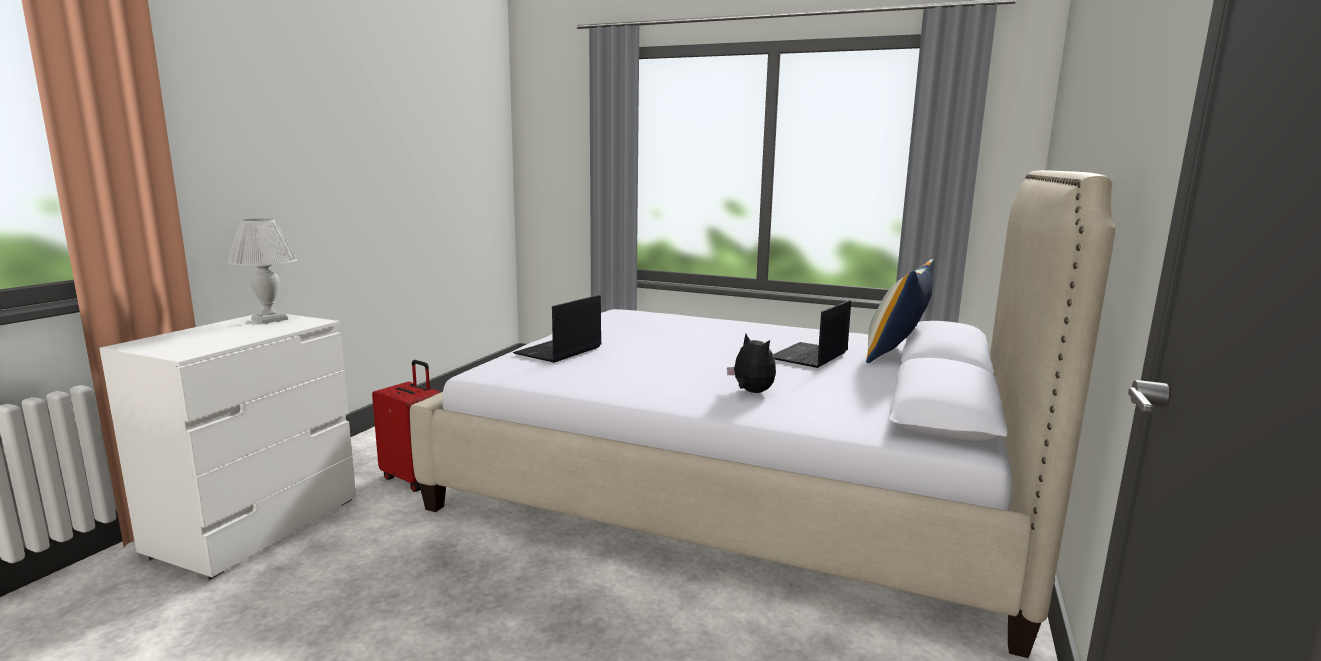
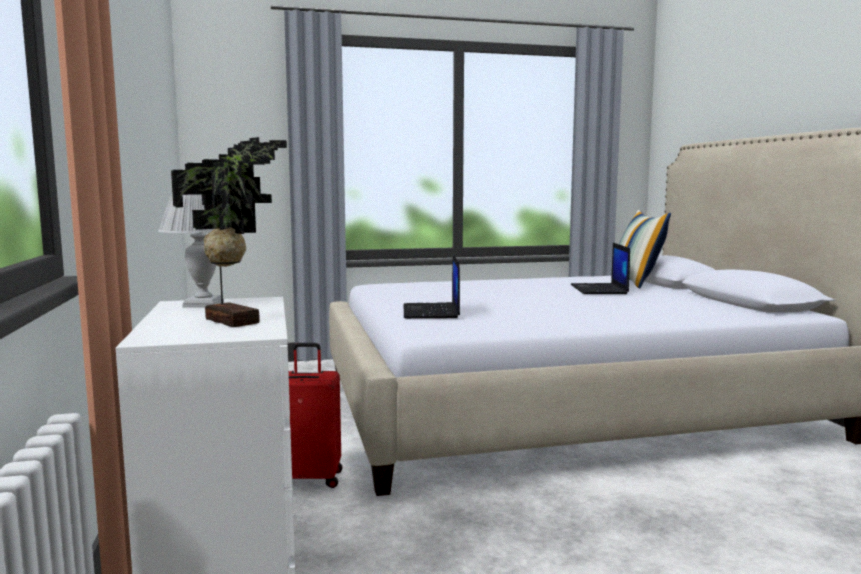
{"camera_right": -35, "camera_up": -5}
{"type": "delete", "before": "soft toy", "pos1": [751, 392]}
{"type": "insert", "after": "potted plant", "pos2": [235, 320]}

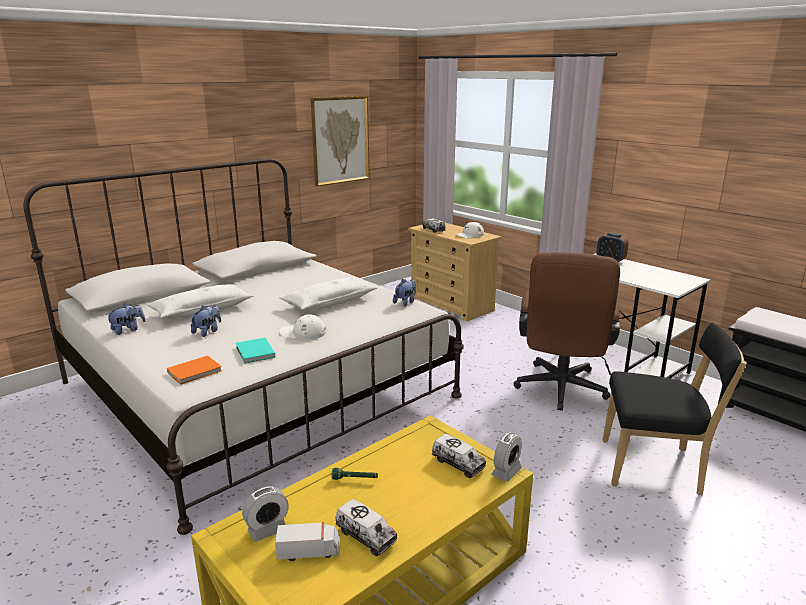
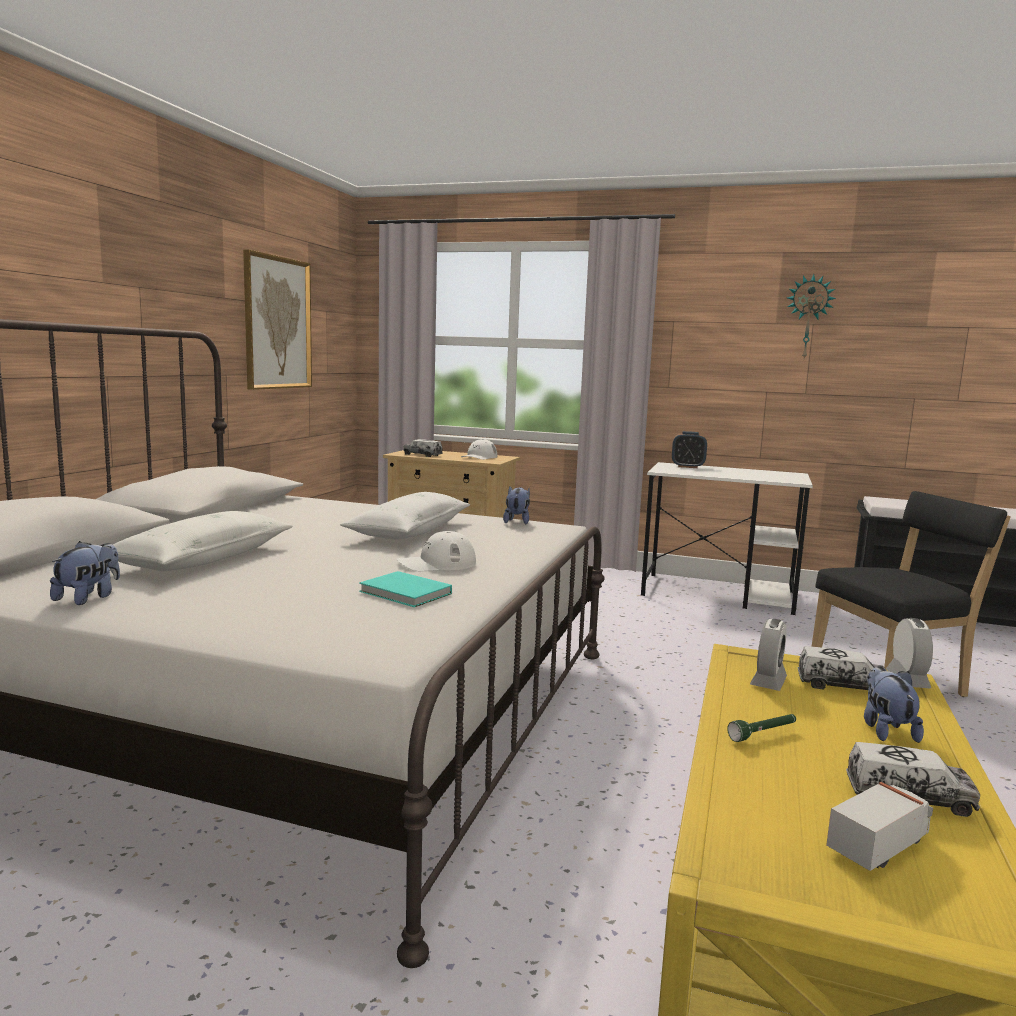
{"camera_right": -30, "camera_up": -10}
{"type": "delete", "before": "office chair (brown)", "pos1": [560, 391]}
{"type": "move", "before": "soft toy", "pos1": [207, 332], "pos2": [886, 730]}
{"type": "delete", "before": "book (orangey)", "pos1": [196, 372]}
{"type": "move", "before": "alarm clock", "pos1": [267, 530], "pos2": [768, 681]}
{"type": "insert", "after": "clock on the wall", "pos2": [808, 317]}

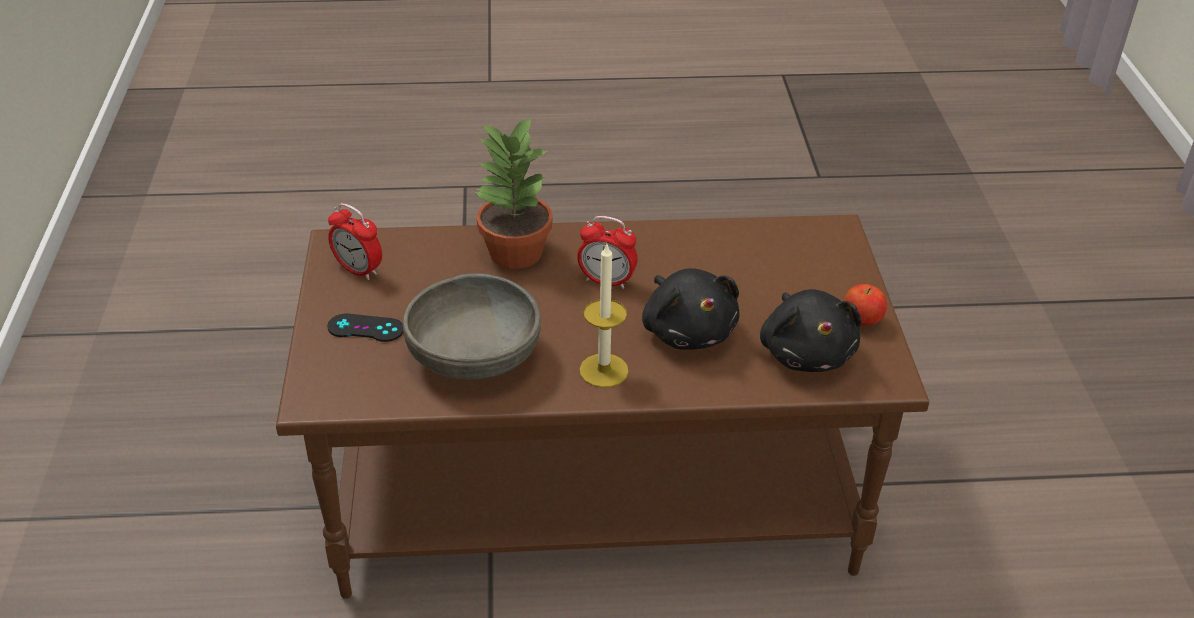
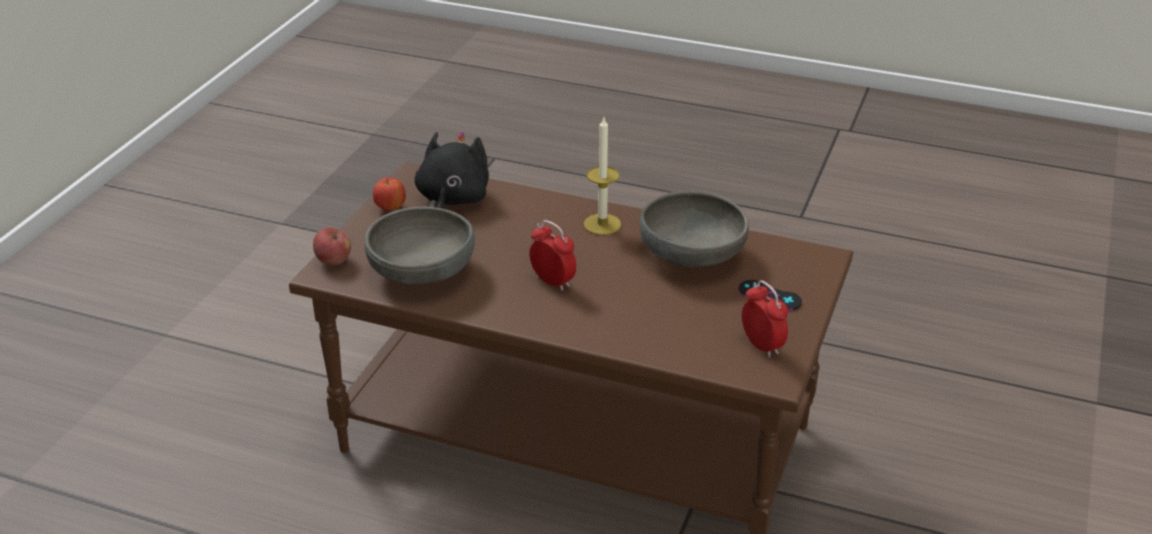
{"camera_right": -155, "camera_up": -5}
{"type": "delete", "before": "potted plant", "pos1": [514, 253]}
{"type": "delete", "before": "soft toy (black)", "pos1": [688, 331]}
{"type": "insert", "after": "serving bowl (gray)", "pos2": [422, 272]}
{"type": "insert", "after": "whole apple", "pos2": [333, 261]}

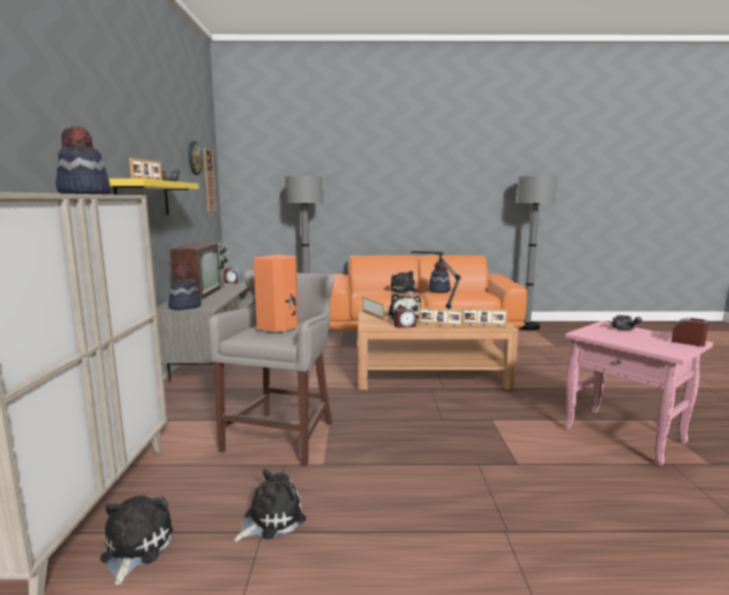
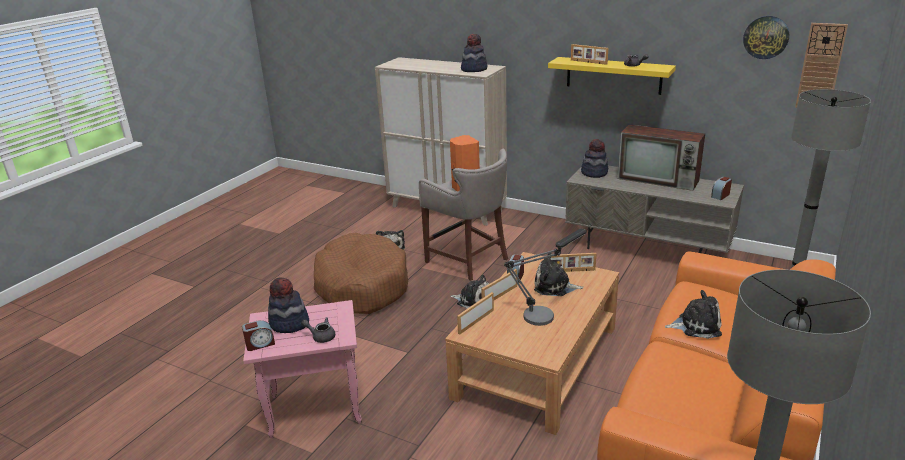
{"camera_right": 120, "camera_up": 15}
{"type": "move", "before": "wearable hat", "pos1": [439, 291], "pos2": [289, 324]}
{"type": "move", "before": "soft toy", "pos1": [135, 549], "pos2": [472, 300]}
{"type": "insert", "after": "dog bed (brown)", "pos2": [362, 286]}

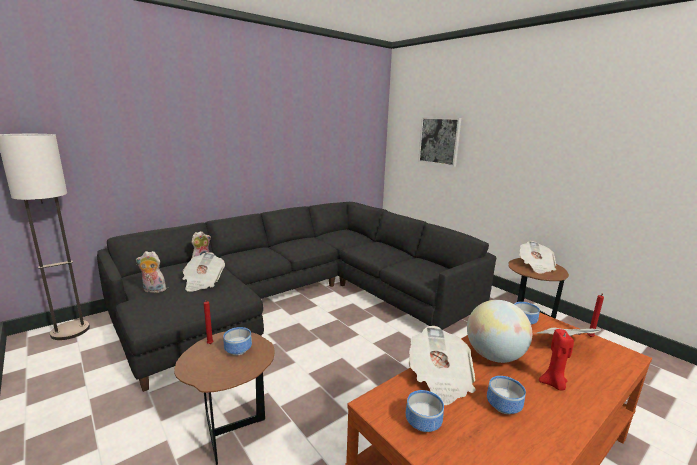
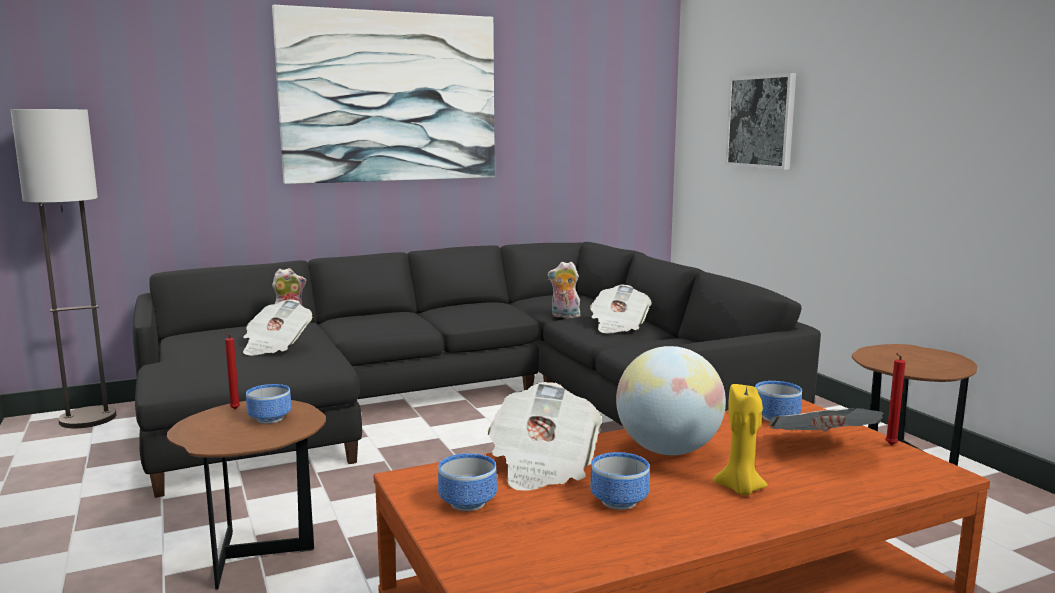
{"camera_right": 15, "camera_up": -5}
{"type": "move", "before": "newspaper", "pos1": [536, 266], "pos2": [618, 326]}
{"type": "move", "before": "soft toy", "pos1": [153, 290], "pos2": [564, 316]}
{"type": "recolor", "before": "wax light (reddish)", "after": "wax light (yellow-coloured)", "pos1": [553, 384], "pos2": [740, 489]}
{"type": "insert", "after": "wall picture", "pos2": [390, 97]}

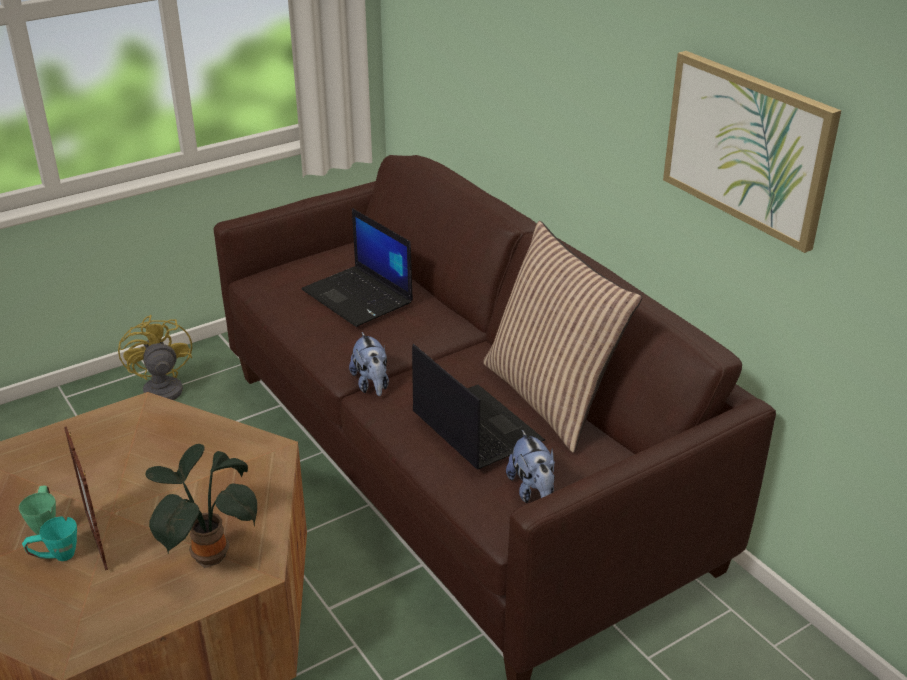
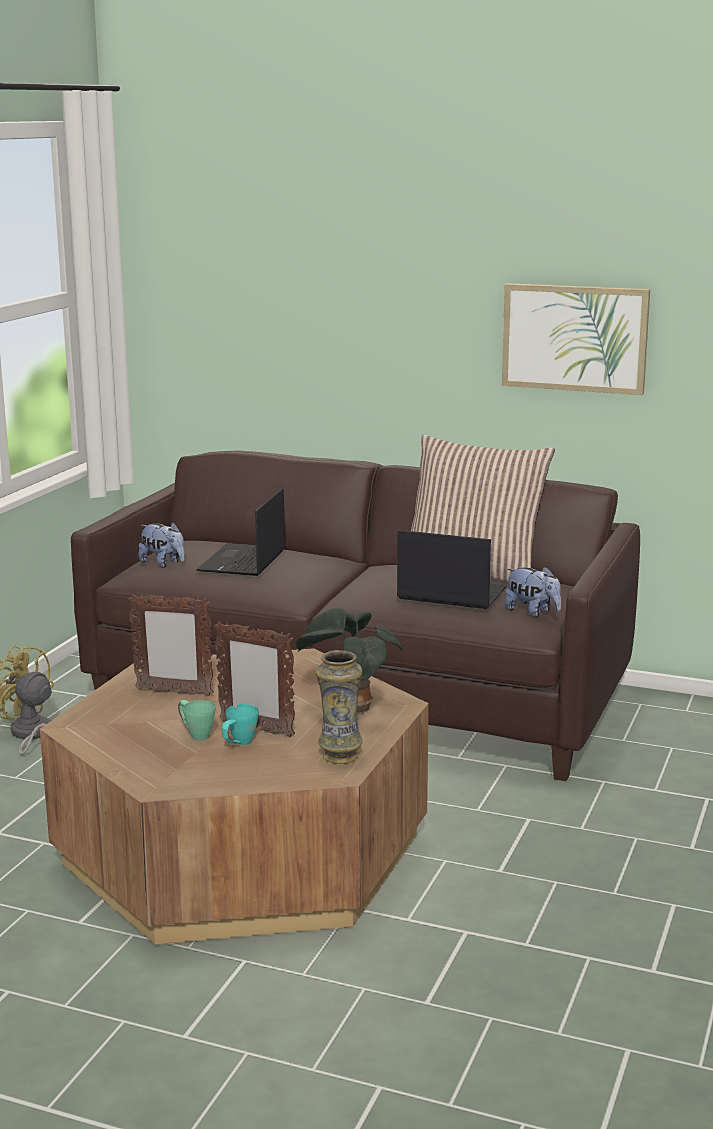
{"camera_right": -35, "camera_up": -15}
{"type": "rotate", "before": "portable computer", "pos1": [359, 297], "pos2": [243, 561], "turn": 90}
{"type": "move", "before": "soft toy", "pos1": [372, 384], "pos2": [163, 563]}
{"type": "insert", "after": "photo frame", "pos2": [173, 692]}
{"type": "insert", "after": "decorative vase", "pos2": [340, 756]}

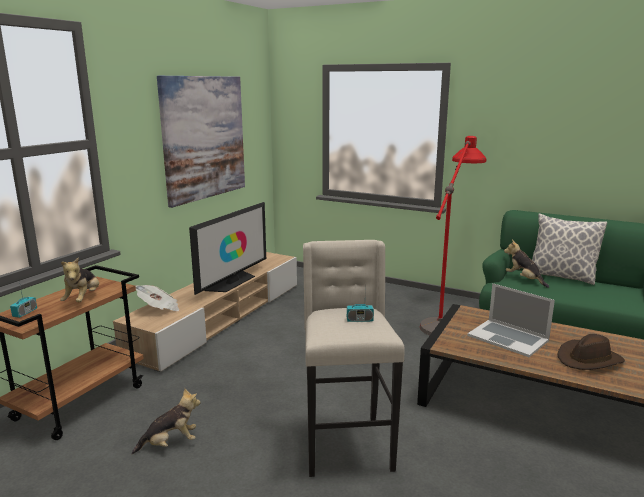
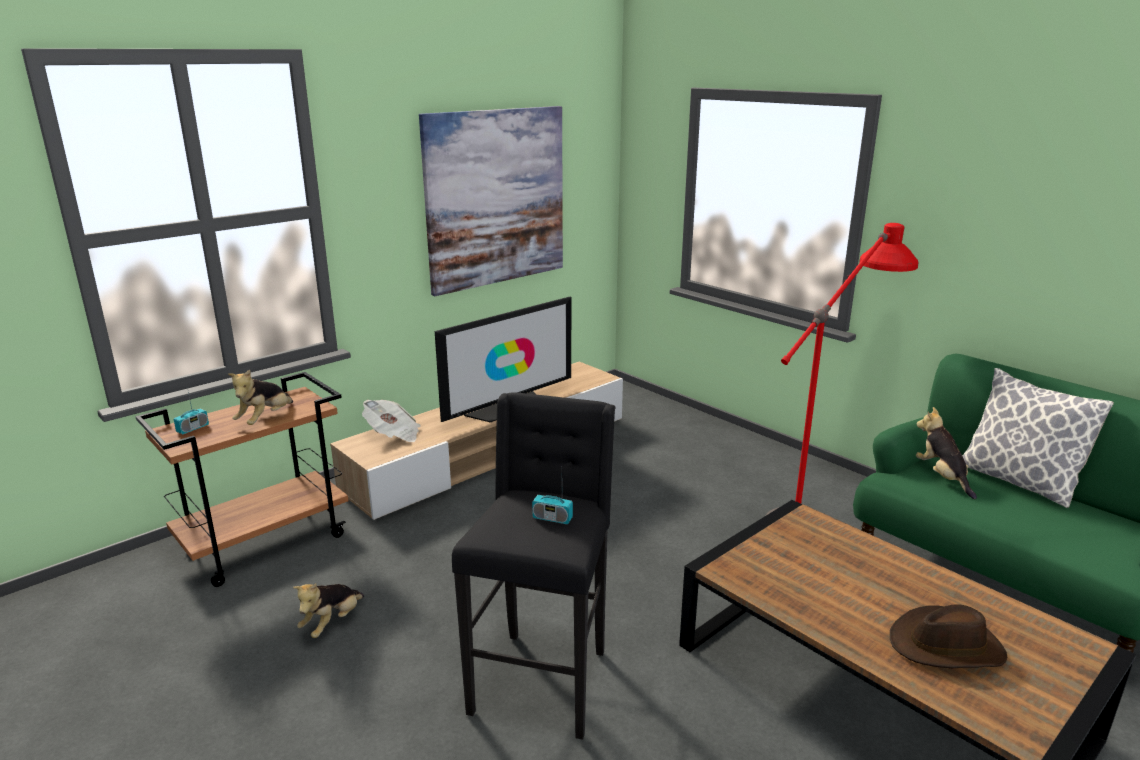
{"camera_right": 20, "camera_up": 5}
{"type": "recolor", "before": "sitting stool (beige)", "after": "sitting stool (black)", "pos1": [346, 444], "pos2": [542, 680]}
{"type": "delete", "before": "portable computer", "pos1": [508, 338]}
{"type": "rotate", "before": "soft toy", "pos1": [170, 443], "pos2": [332, 623], "turn": 120}

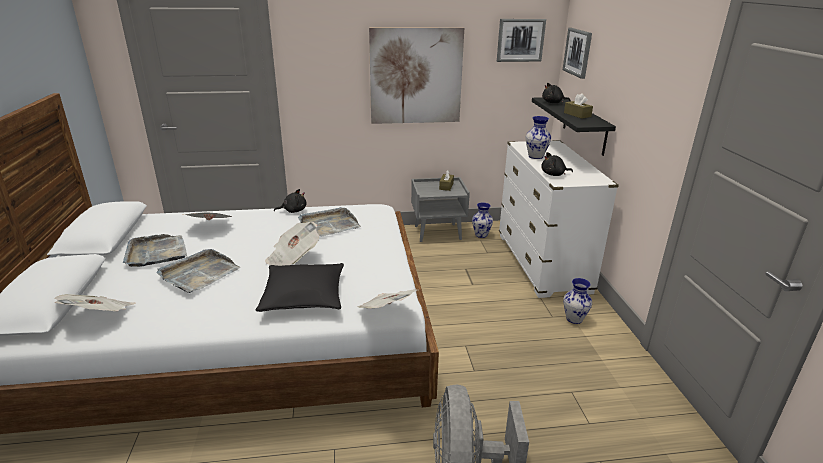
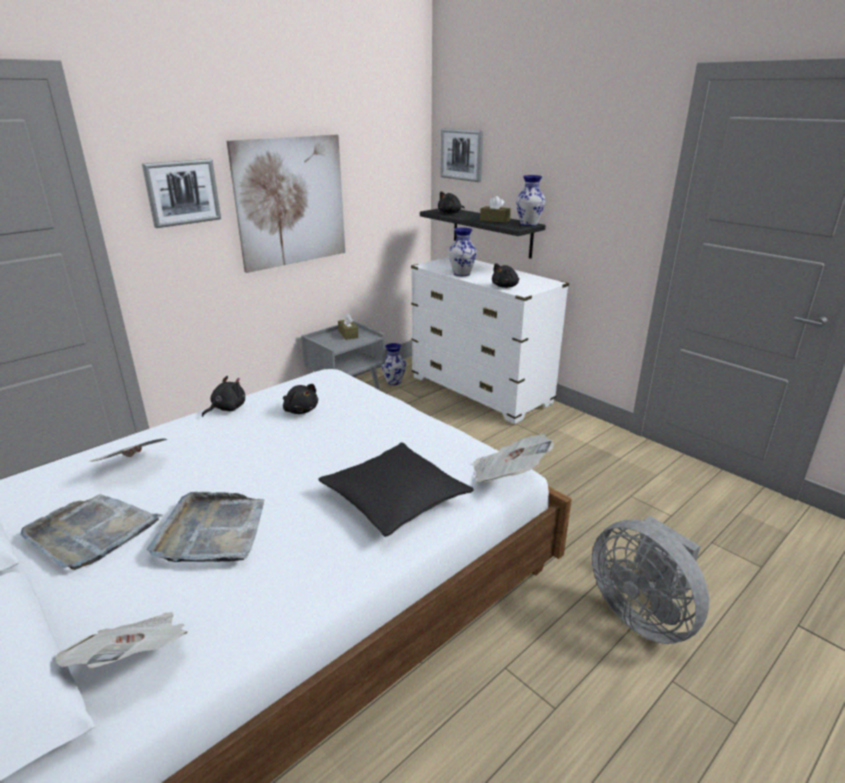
{"camera_right": -35, "camera_up": 0}
{"type": "move", "before": "wall picture", "pos1": [520, 40], "pos2": [182, 192]}
{"type": "replace", "before": "serving tray (gray)", "after": "soft toy (black)", "pos1": [328, 225], "pos2": [300, 410]}
{"type": "delete", "before": "newspaper", "pos1": [293, 257]}
{"type": "move", "before": "decorative vase", "pos1": [573, 319], "pos2": [528, 224]}

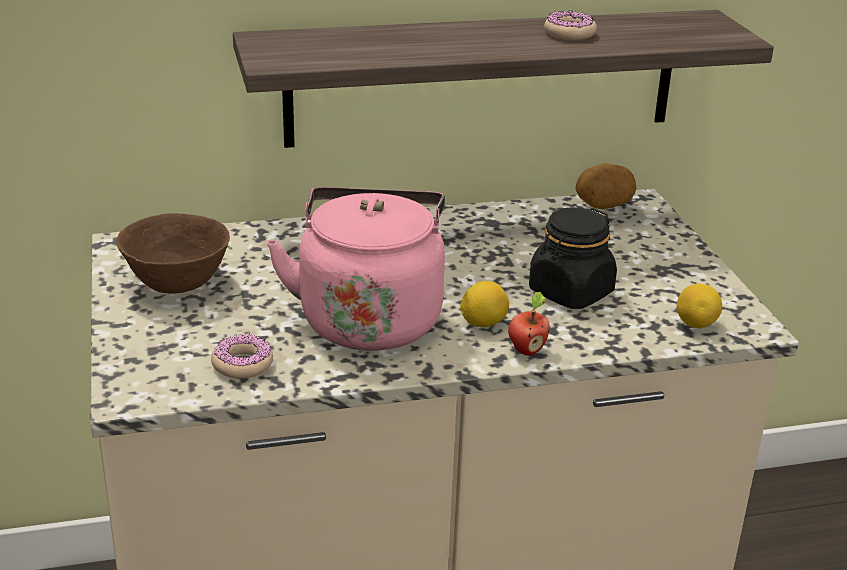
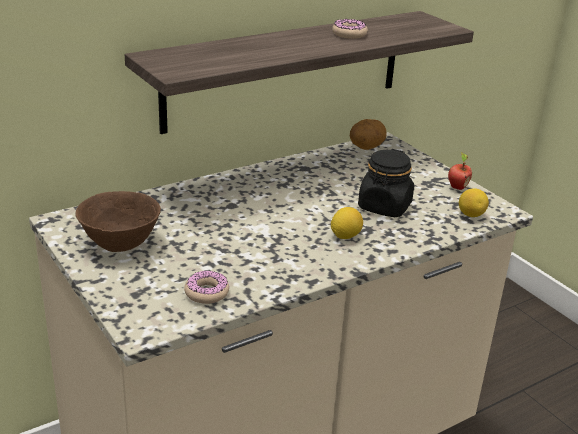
{"camera_right": -20, "camera_up": 0}
{"type": "delete", "before": "water kettle (pink-coloured)", "pos1": [370, 318]}
{"type": "move", "before": "whole apple", "pos1": [527, 350], "pos2": [457, 187]}

